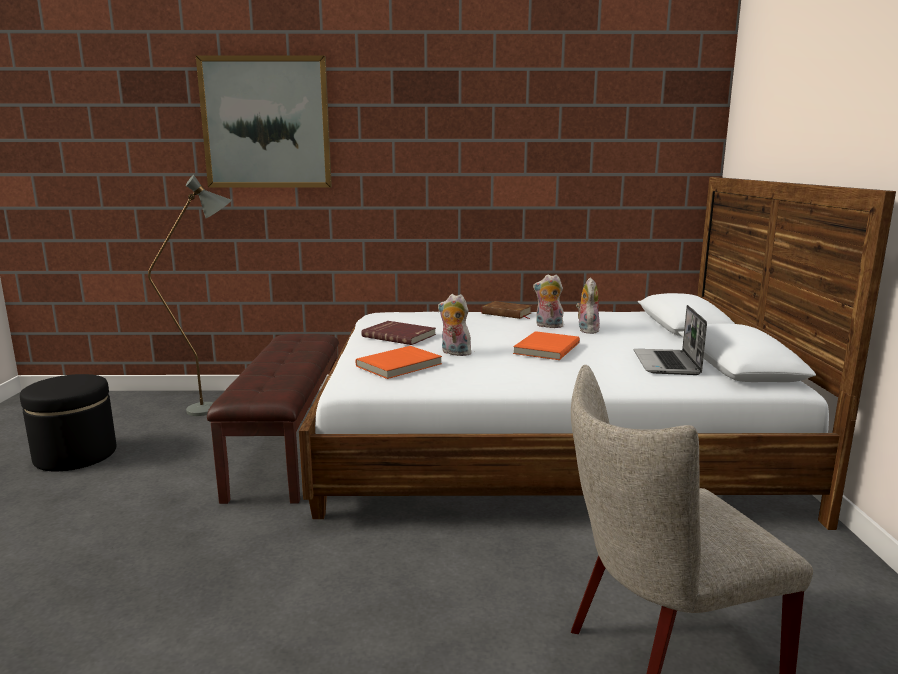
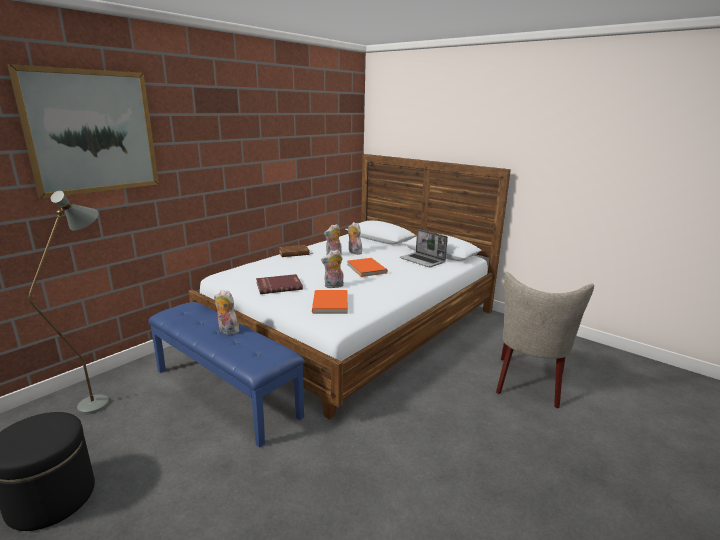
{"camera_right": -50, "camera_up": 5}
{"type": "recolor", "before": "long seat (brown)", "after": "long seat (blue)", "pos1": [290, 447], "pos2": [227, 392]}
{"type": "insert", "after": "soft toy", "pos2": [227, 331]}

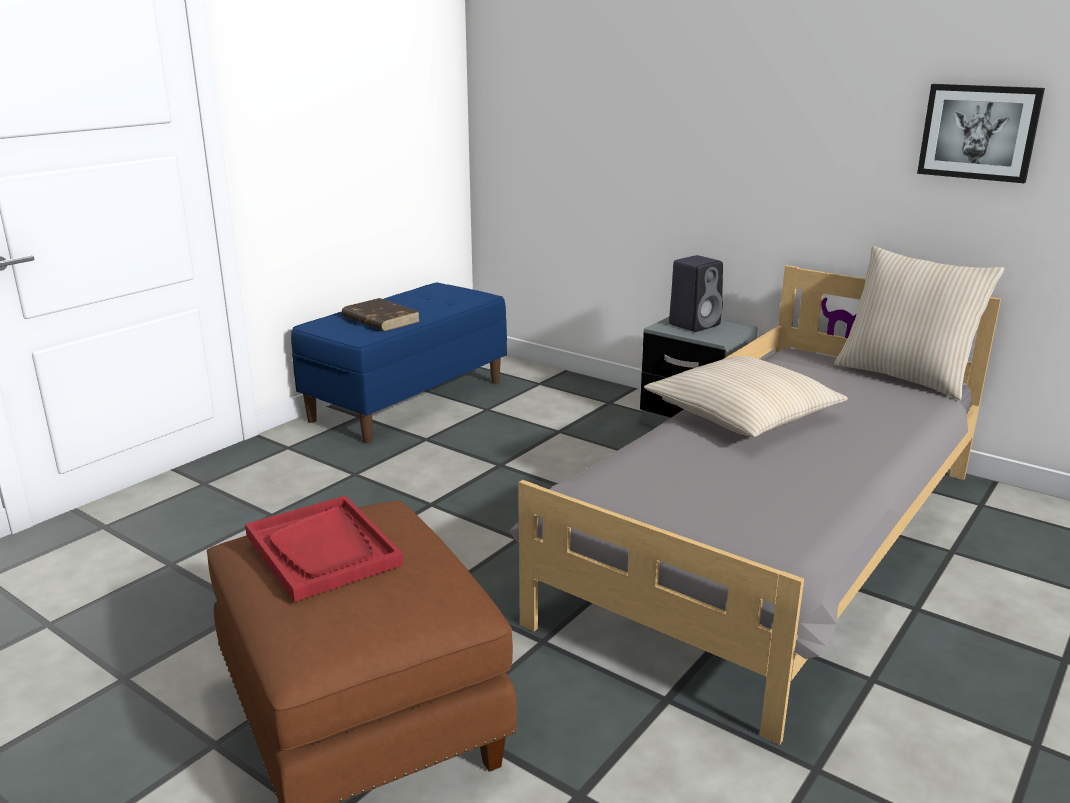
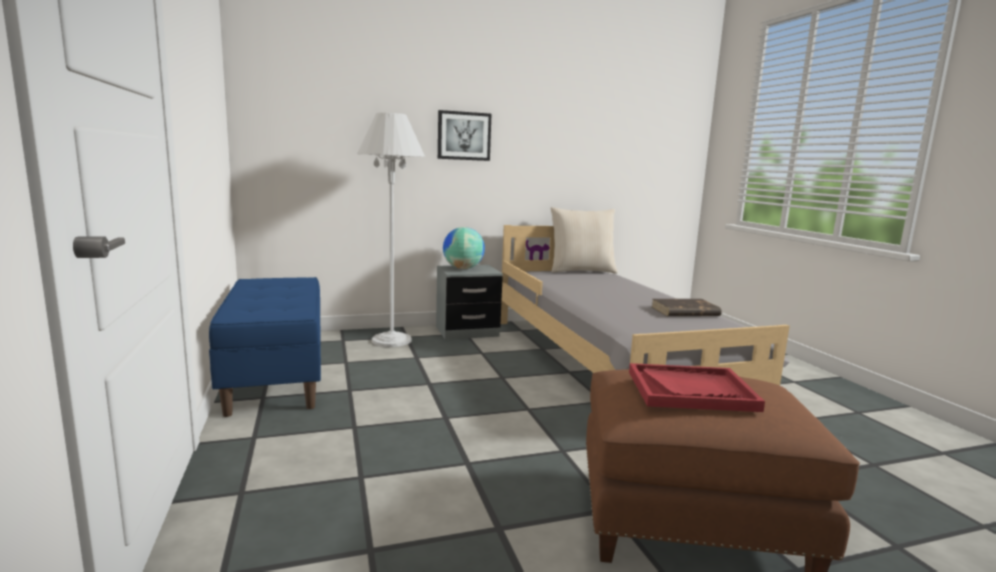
{"camera_right": -55, "camera_up": -10}
{"type": "move", "before": "wall picture", "pos1": [979, 132], "pos2": [464, 136]}
{"type": "replace", "before": "audio speaker (black)", "after": "world globe", "pos1": [695, 324], "pos2": [462, 268]}
{"type": "move", "before": "book (brown)", "pos1": [380, 319], "pos2": [684, 311]}
{"type": "delete", "before": "throw pillow (beige)", "pos1": [743, 413]}
{"type": "insert", "after": "standing lamp (white-coloured)", "pos2": [391, 340]}

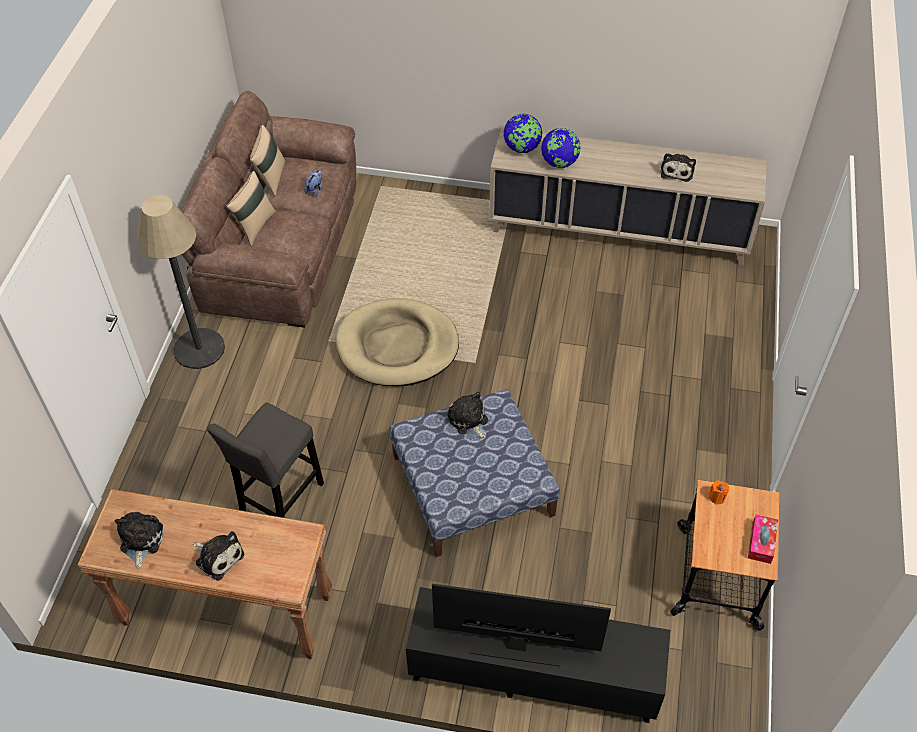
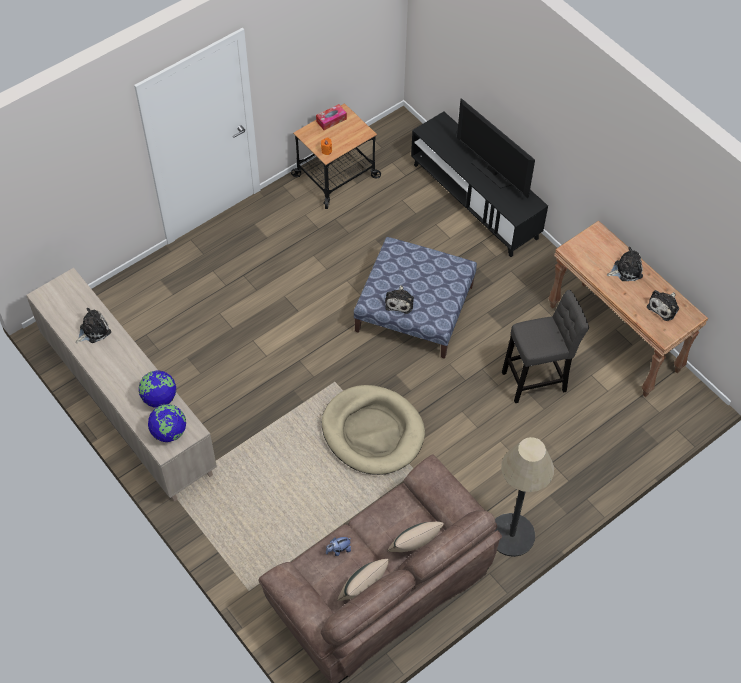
{"camera_right": -140, "camera_up": 5}
{"type": "rotate", "before": "soft toy", "pos1": [218, 557], "pos2": [626, 270], "turn": 90}

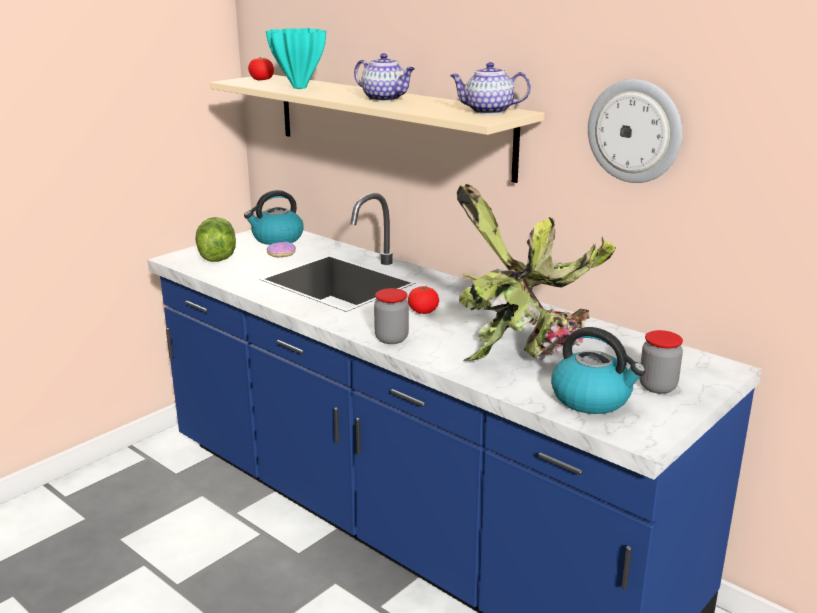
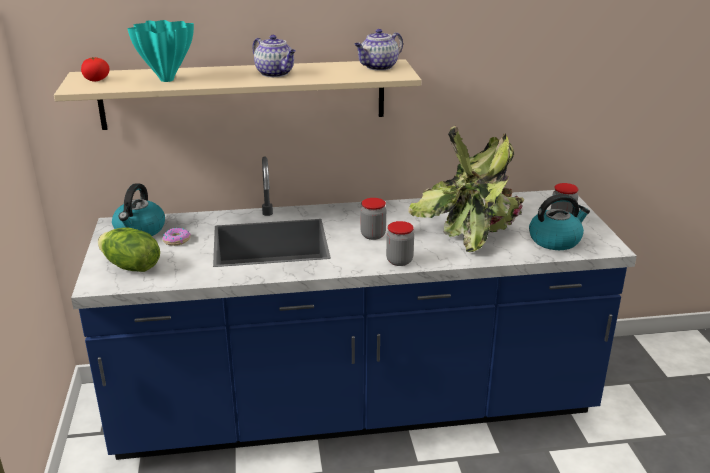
{"camera_right": -50, "camera_up": 5}
{"type": "rotate", "before": "tea pot", "pos1": [385, 99], "pos2": [276, 74], "turn": 60}
{"type": "delete", "before": "clock on the wall", "pos1": [635, 131]}
{"type": "replace", "before": "whole tomato", "after": "jar", "pos1": [423, 311], "pos2": [373, 235]}

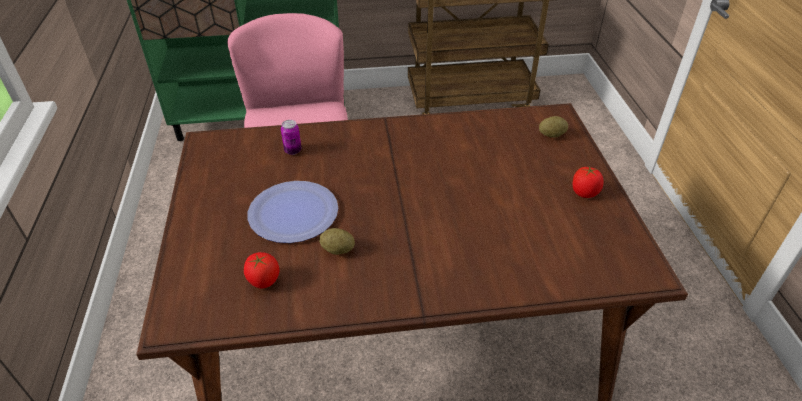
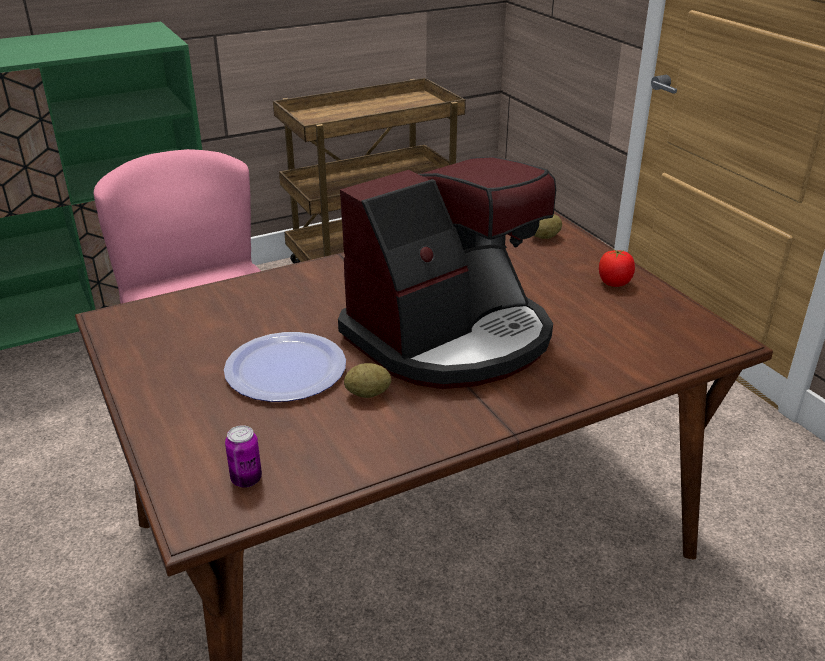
{"camera_right": -20, "camera_up": -10}
{"type": "move", "before": "can", "pos1": [293, 150], "pos2": [246, 479]}
{"type": "delete", "before": "whole tomato", "pos1": [263, 281]}
{"type": "insert", "after": "coffee maker", "pos2": [451, 338]}

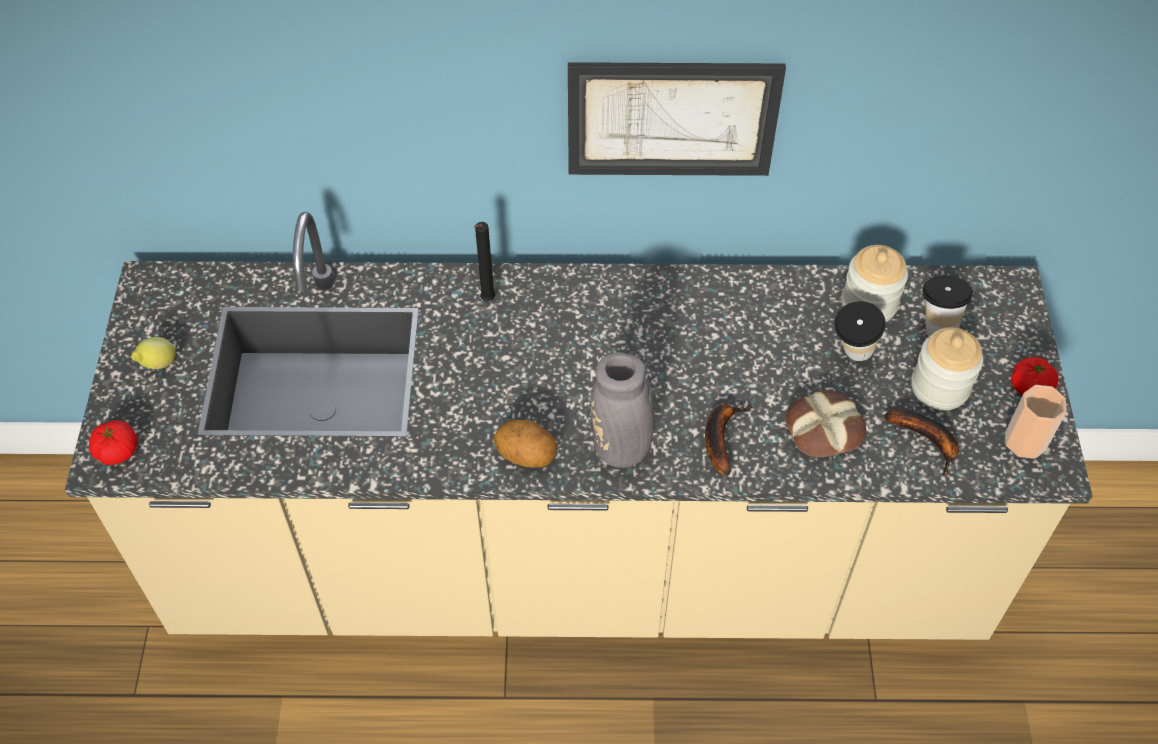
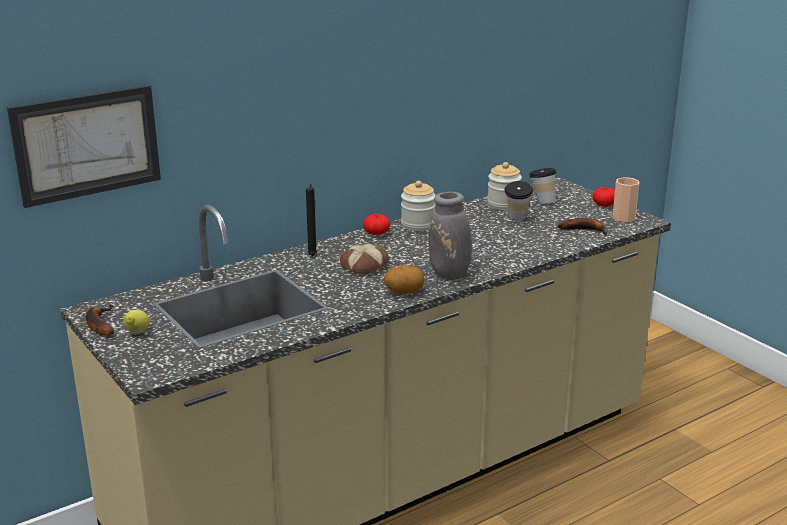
{"camera_right": -35, "camera_up": -30}
{"type": "move", "before": "wall picture", "pos1": [672, 118], "pos2": [87, 144]}
{"type": "move", "before": "jar", "pos1": [940, 387], "pos2": [418, 225]}
{"type": "move", "before": "baked bread", "pos1": [823, 428], "pos2": [363, 265]}
{"type": "move", "before": "banana fruit", "pos1": [721, 436], "pos2": [98, 325]}
{"type": "move", "before": "whole tomato", "pos1": [117, 451], "pos2": [376, 233]}

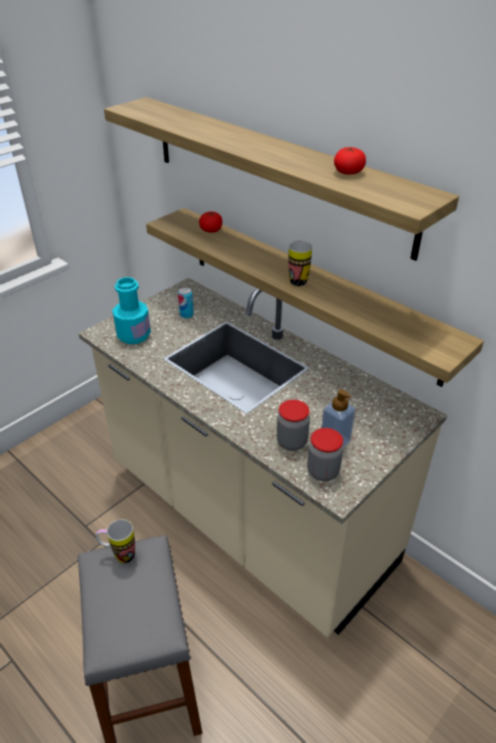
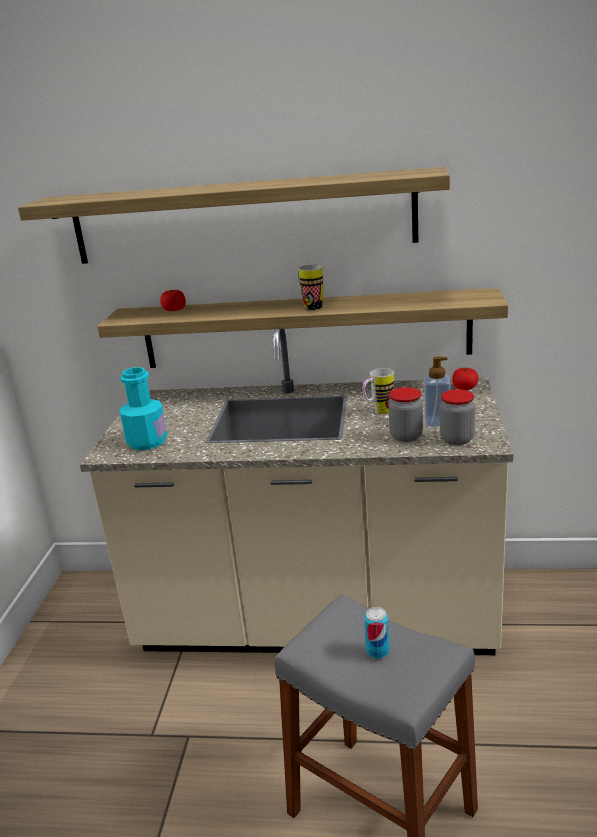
{"camera_right": -35, "camera_up": -15}
{"type": "move", "before": "whole tomato", "pos1": [348, 172], "pos2": [465, 388]}
{"type": "move", "before": "can", "pos1": [186, 315], "pos2": [377, 651]}
{"type": "move", "before": "coffee mug", "pos1": [119, 555], "pos2": [378, 412]}

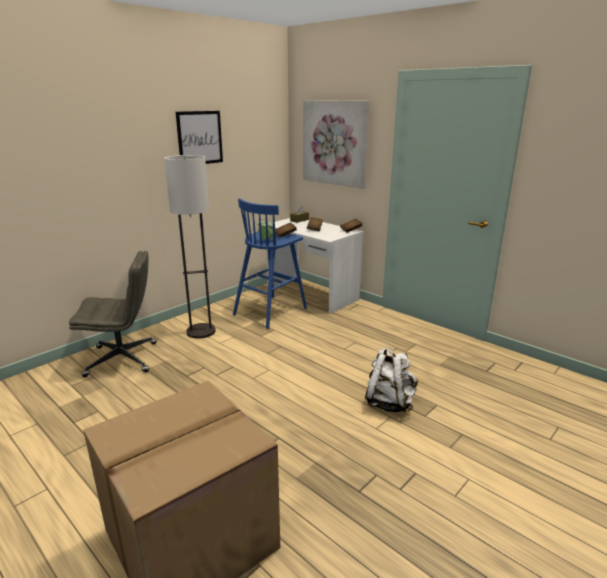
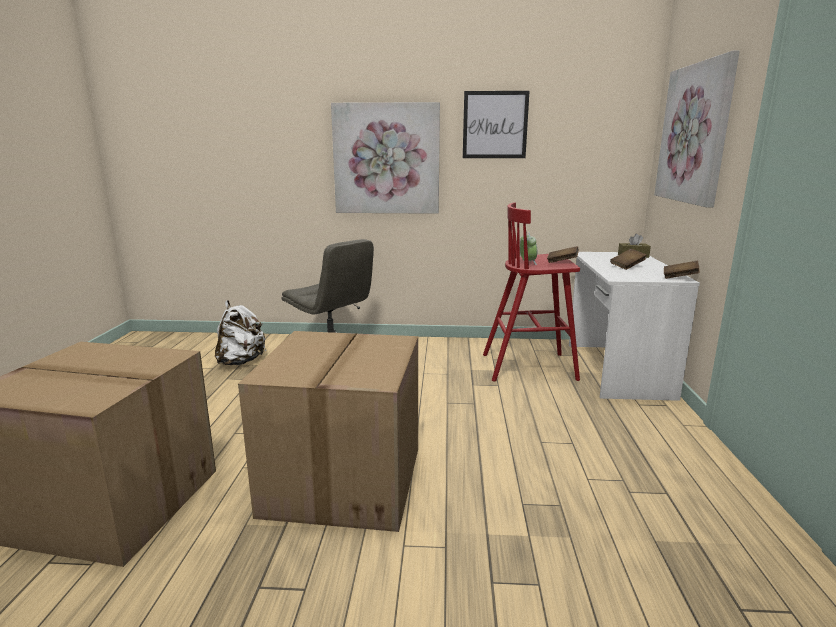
{"camera_right": 50, "camera_up": -5}
{"type": "delete", "before": "standing lamp", "pos1": [201, 332]}
{"type": "recolor", "before": "sitting stool (blue)", "after": "sitting stool (reddish)", "pos1": [271, 311], "pos2": [530, 367]}
{"type": "move", "before": "backpack (white-coloured)", "pos1": [389, 403], "pos2": [241, 362]}
{"type": "insert", "after": "wall picture", "pos2": [386, 159]}
{"type": "insert", "after": "carton", "pos2": [345, 481]}

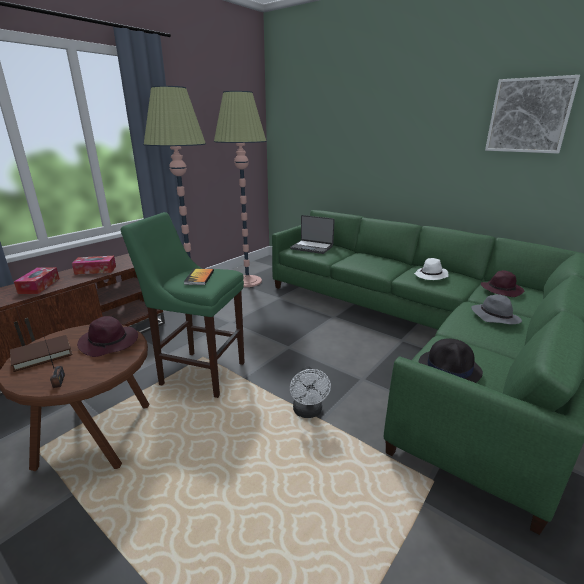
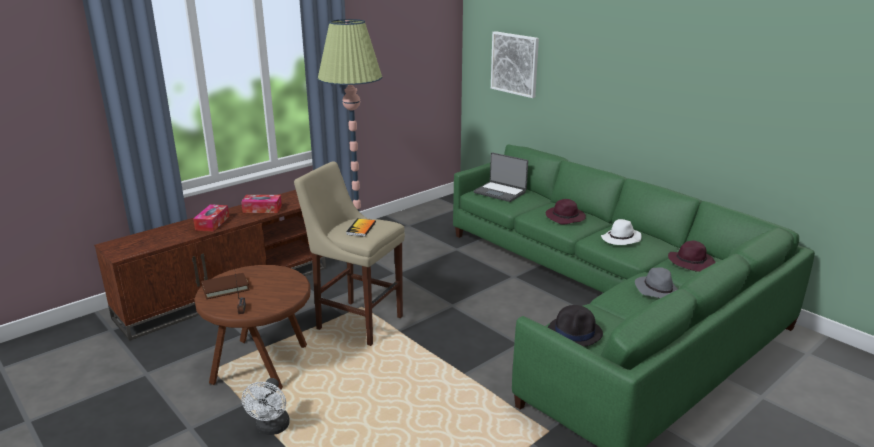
{"camera_right": 10, "camera_up": 0}
{"type": "move", "before": "wall picture", "pos1": [529, 115], "pos2": [515, 64]}
{"type": "delete", "before": "standing lamp", "pos1": [247, 281]}
{"type": "recolor", "before": "sitting stool (green-coloured)", "after": "sitting stool (beige)", "pos1": [199, 372], "pos2": [356, 321]}
{"type": "move", "before": "wearable hat (purple-coloured)", "pos1": [110, 343], "pos2": [566, 218]}
{"type": "move", "before": "electric fan (white-coloured)", "pos1": [308, 412], "pos2": [271, 429]}

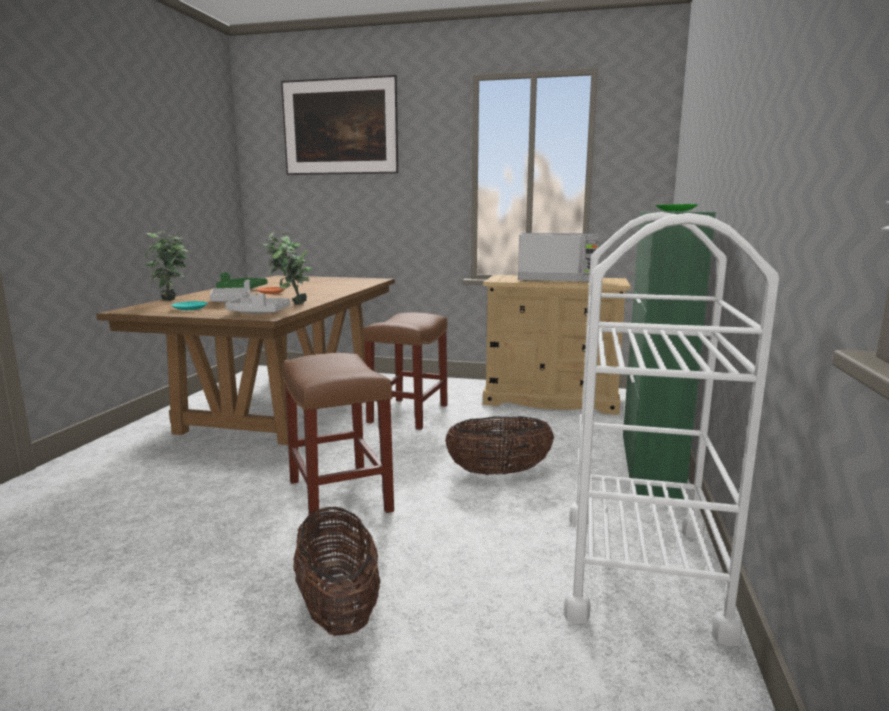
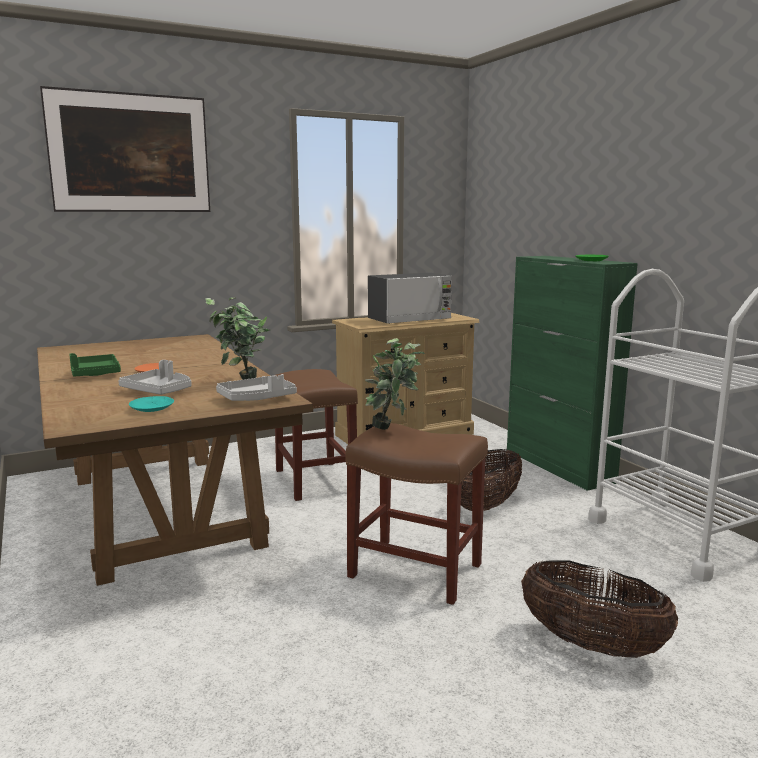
{"camera_right": -40, "camera_up": 0}
{"type": "move", "before": "potted plant", "pos1": [172, 300], "pos2": [393, 428]}

